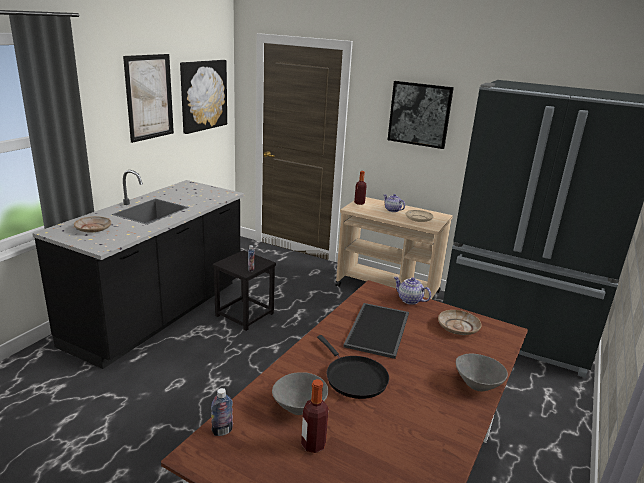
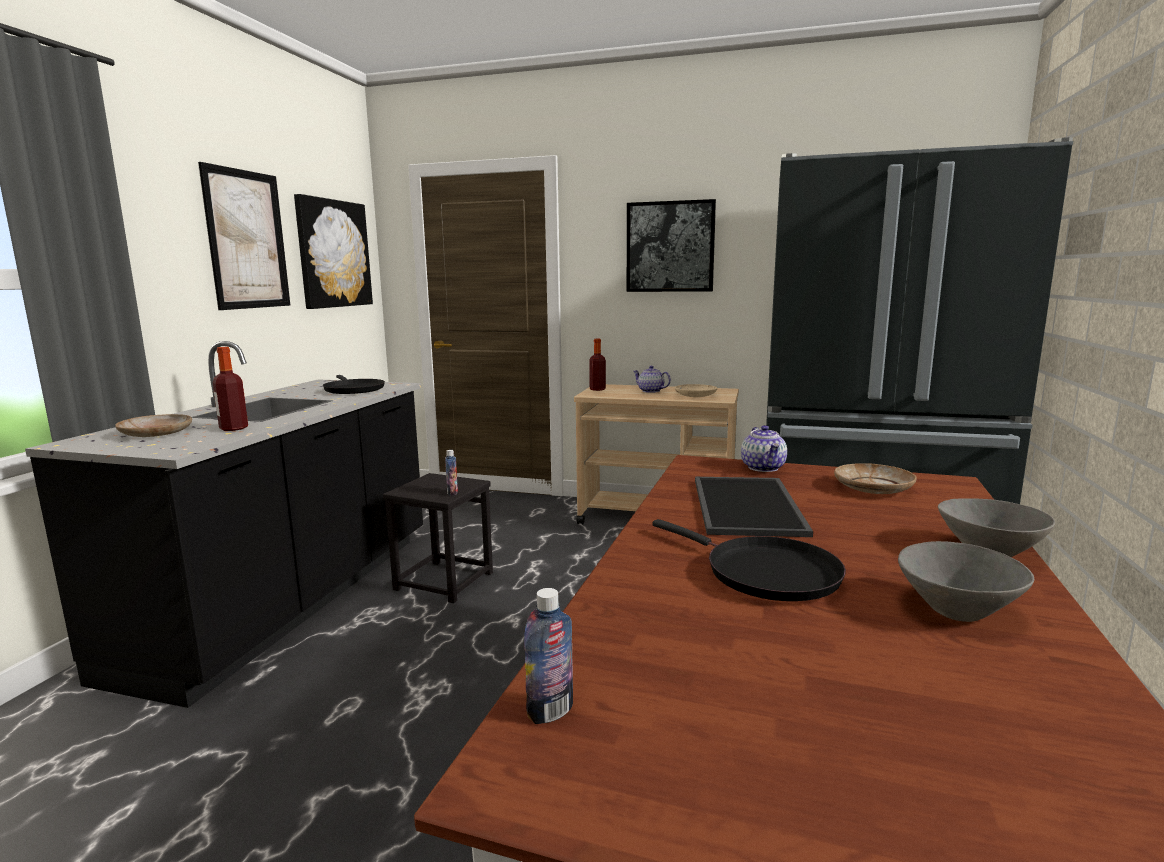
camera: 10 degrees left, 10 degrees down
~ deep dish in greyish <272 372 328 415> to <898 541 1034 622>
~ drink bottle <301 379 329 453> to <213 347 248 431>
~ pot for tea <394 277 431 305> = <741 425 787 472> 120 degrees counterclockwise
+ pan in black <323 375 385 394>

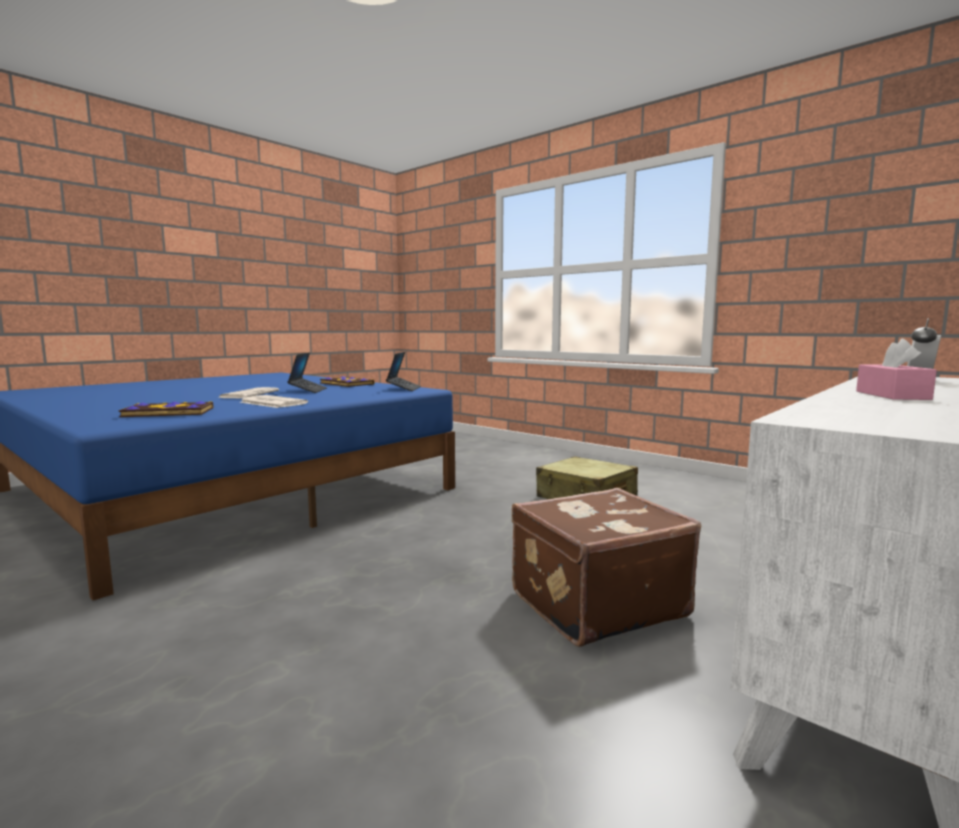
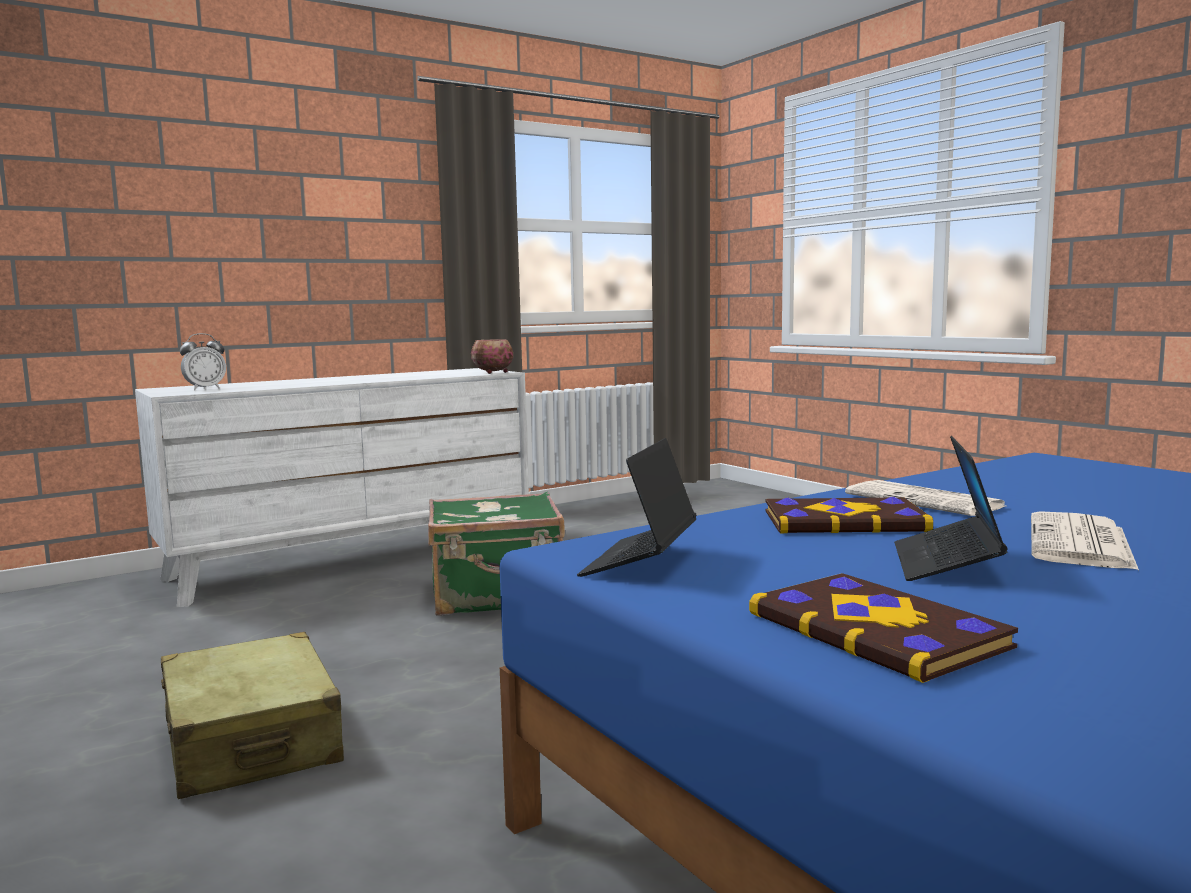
camera: 165 degrees left, 0 degrees up
~ bound book <119 401 213 417> to <765 496 933 533>
~ piece of luggage in brown <512 488 701 647> to piece of luggage in green-coloured <428 492 565 616>
- box of tissues in pinkish <856 339 937 400>
+ deep dish <471 340 513 374>

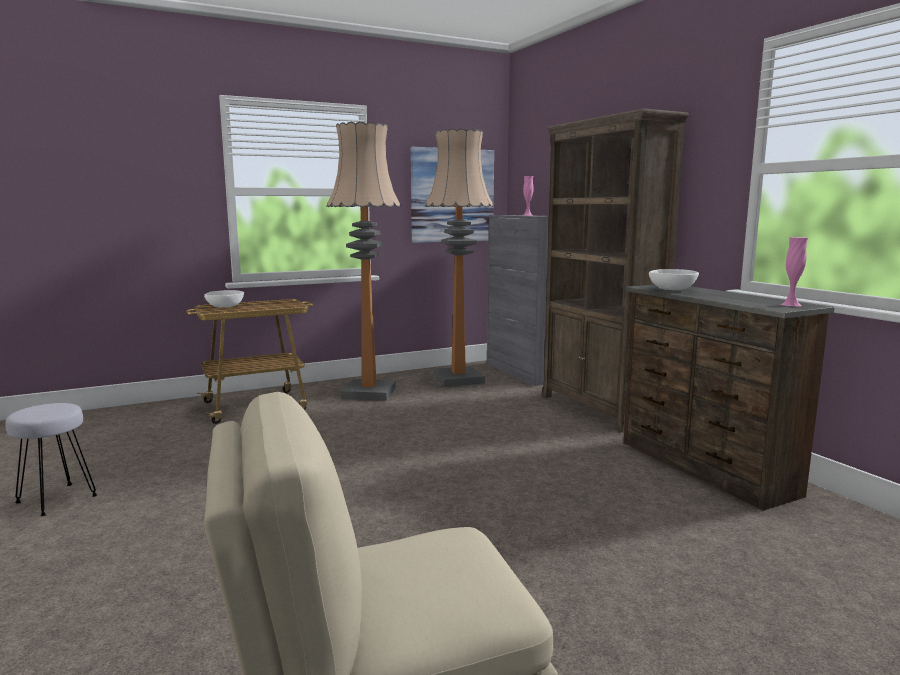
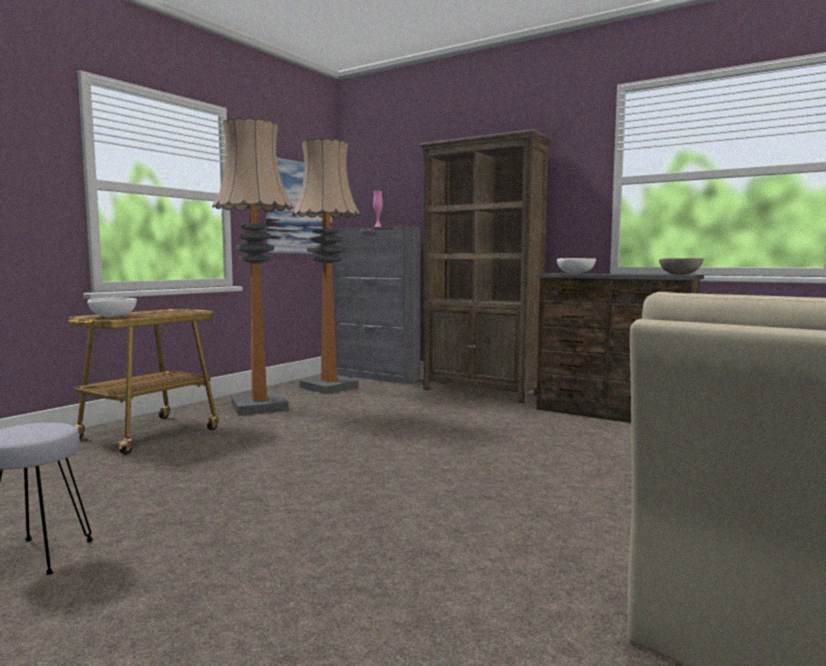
camera: 30 degrees left, 5 degrees down
~ decorative vase in pinkish <780 237 808 306> to deep dish in greyish <659 258 704 275>

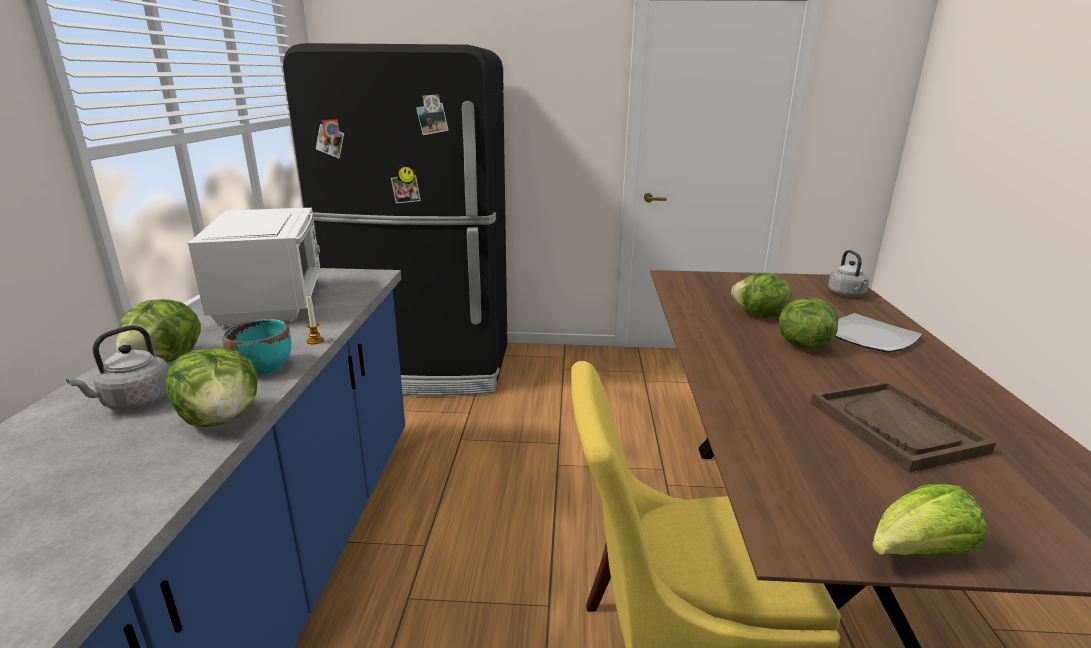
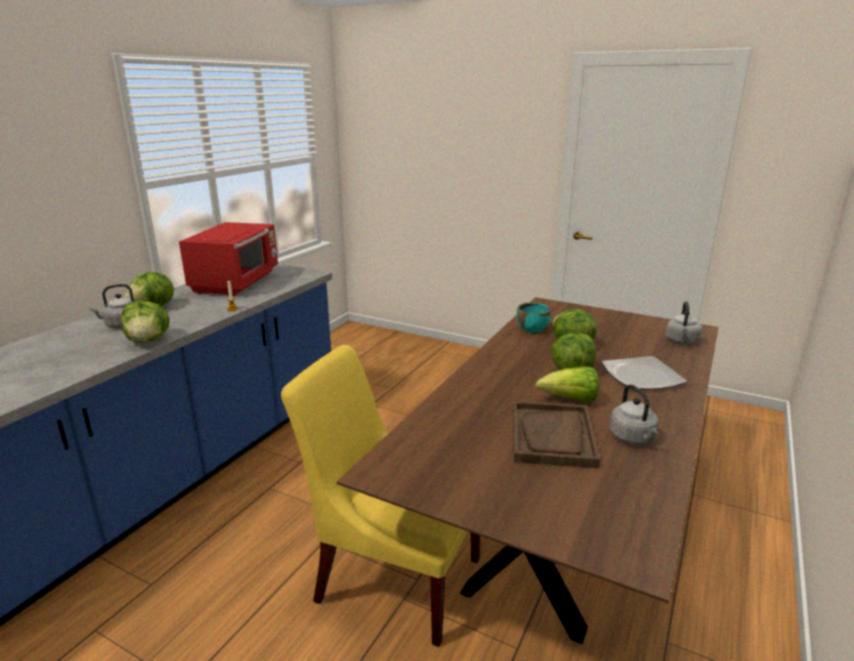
camera: 25 degrees right, 0 degrees up
~ microwave oven in white <188 208 320 326> to microwave oven in reddish <179 222 278 296>
~ deep dish in turquoise <222 319 291 375> to <517 302 551 333>
- refrigerator in black <283 43 507 395>
~ head of lettuce <872 484 987 555> to <536 366 599 403>
+ tea kettle in greyish <609 384 659 445>

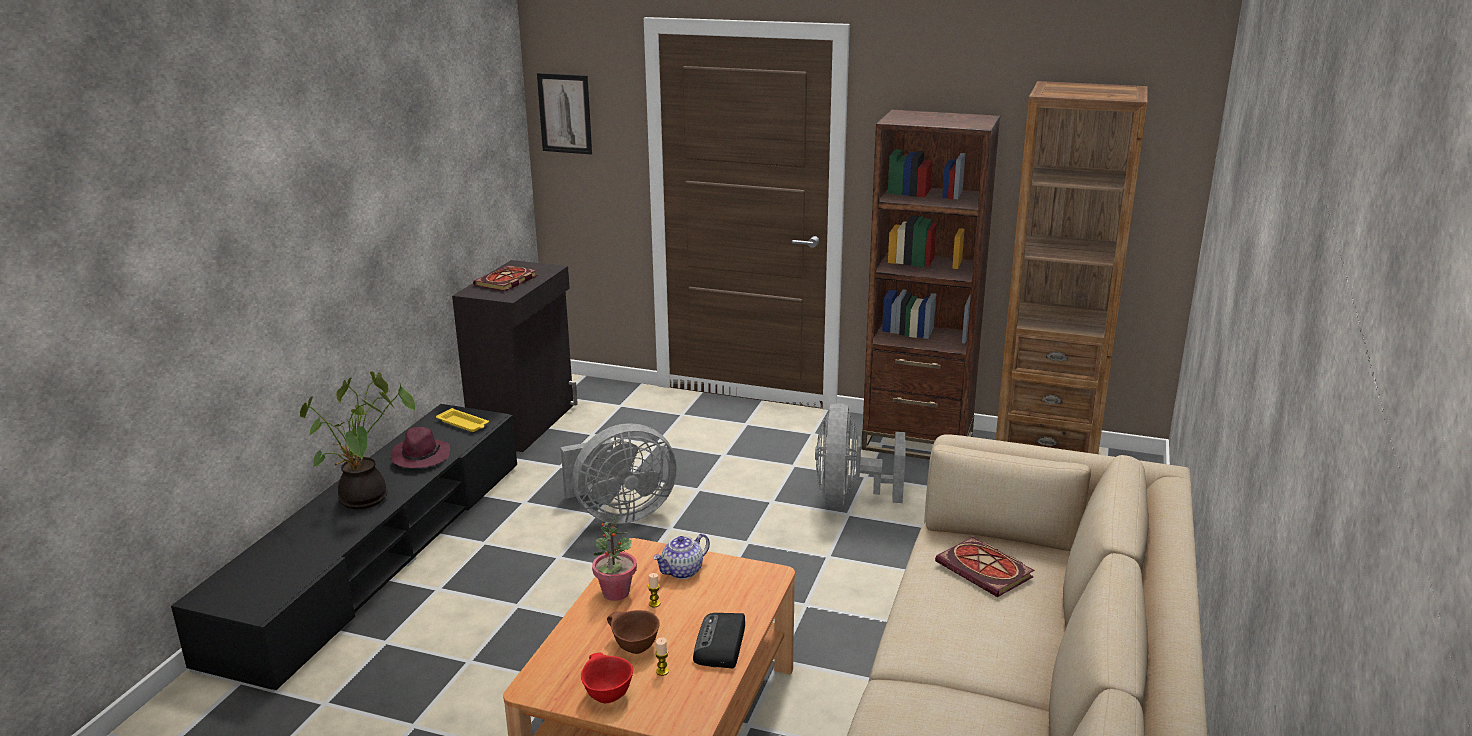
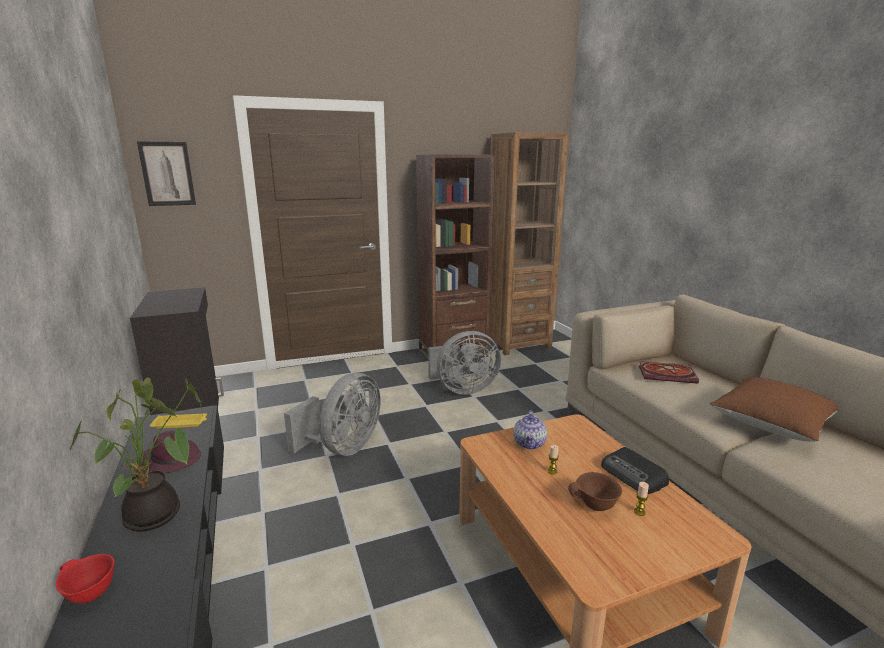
camera: 40 degrees left, 5 degrees down
- bound book <473 265 538 291>
~ deep dish in reddish <581 652 633 703> to <56 554 115 603>
- potted plant <592 514 637 601>
~ fan in greyish <815 403 905 507> = <428 331 501 395> 75 degrees counterclockwise
+ cushion in brown <710 377 838 442>

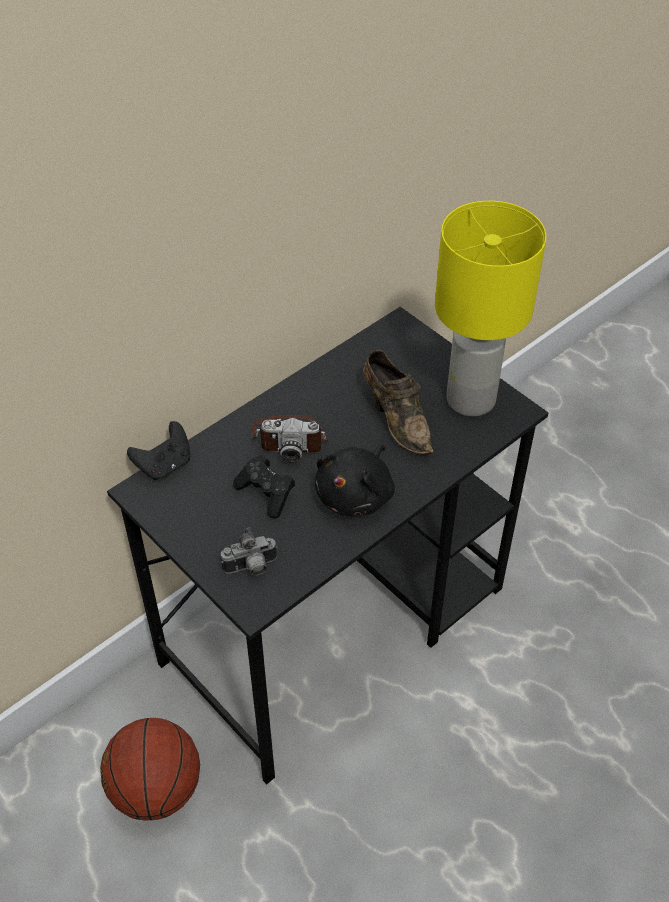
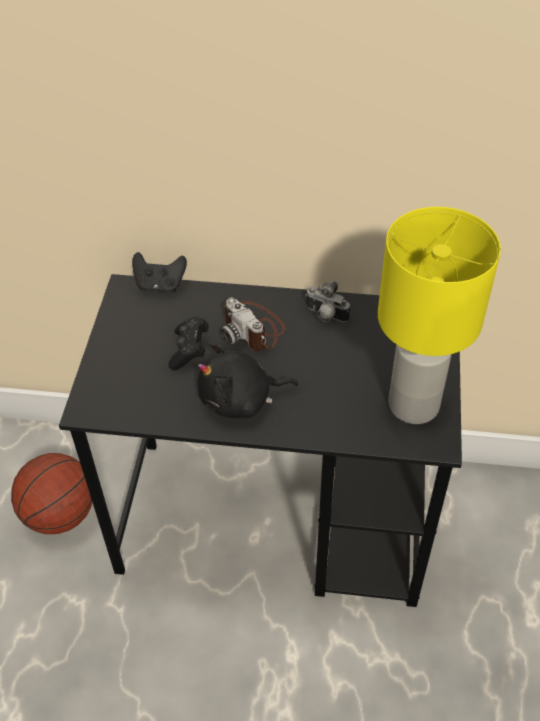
camera: 50 degrees right, 0 degrees up
~ photo camera <221 527 277 576> to <305 281 350 322>
- item of footwear in brown <363 350 433 455>

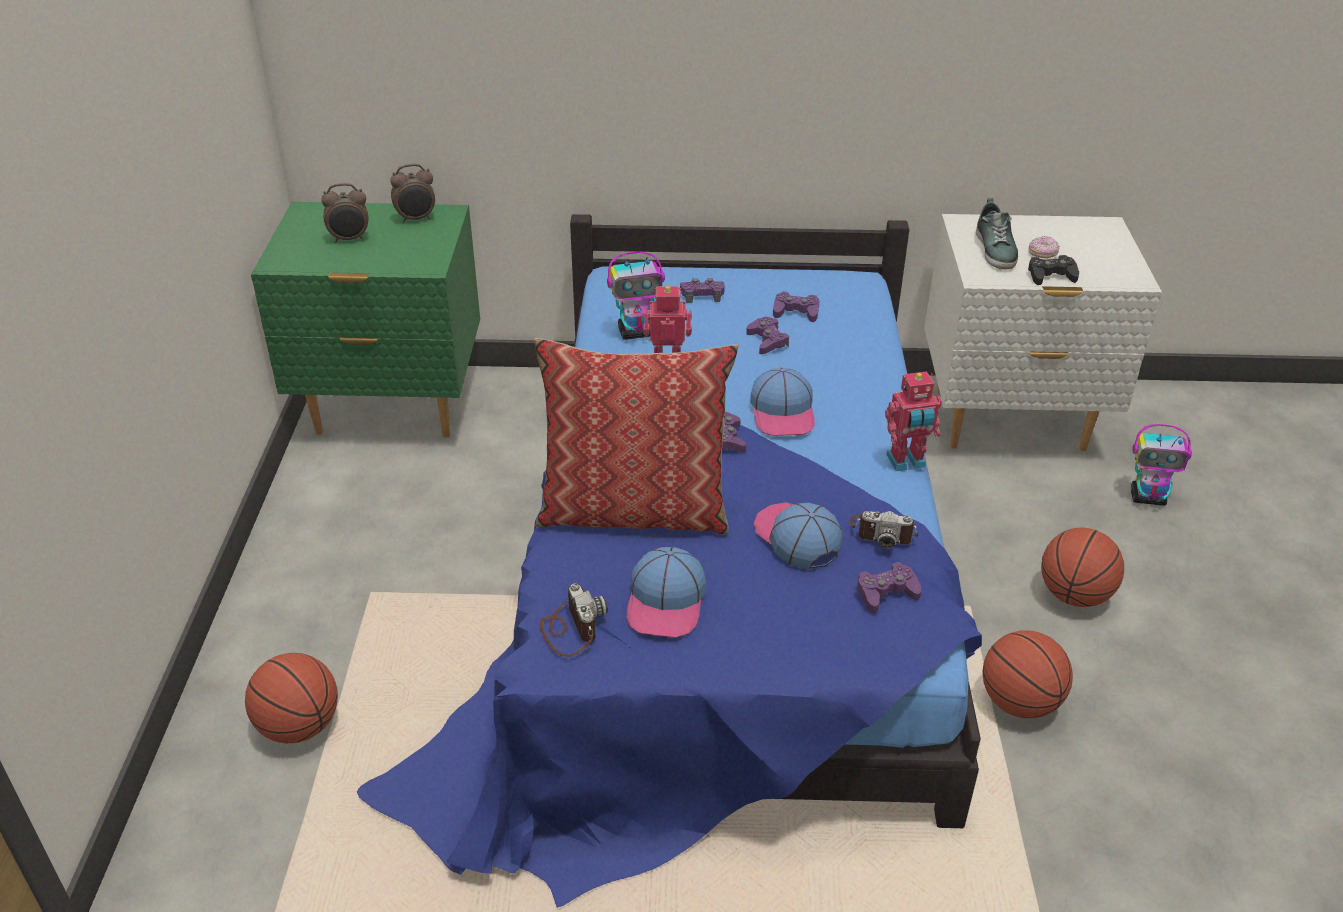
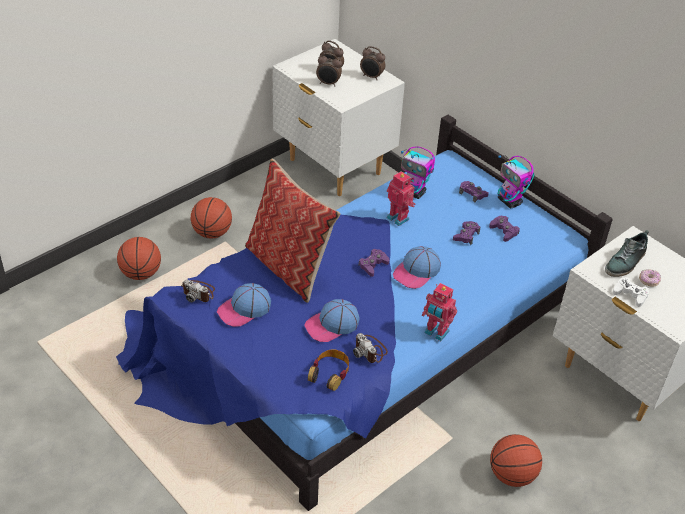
camera: 45 degrees right, 5 degrees up
~ night table in green-coloured <251 202 480 438> to night table in white <272 39 405 196>
~ photo camera <540 583 608 657> = <181 279 215 302> 90 degrees clockwise
~ peaked cap <754 502 843 569> = <304 299 360 342> 135 degrees counterclockwise
~ joypad in purple <857 562 921 613> to headphones <308 349 349 391>
~ ball for basketball <982 630 1073 719> to <191 197 232 239>
~ joypad in black <1028 255 1079 285> to joypad in white <613 277 649 307>
~ toy robot <1131 424 1192 506> to <498 155 534 208>
+ alarm clock <316 53 342 86>

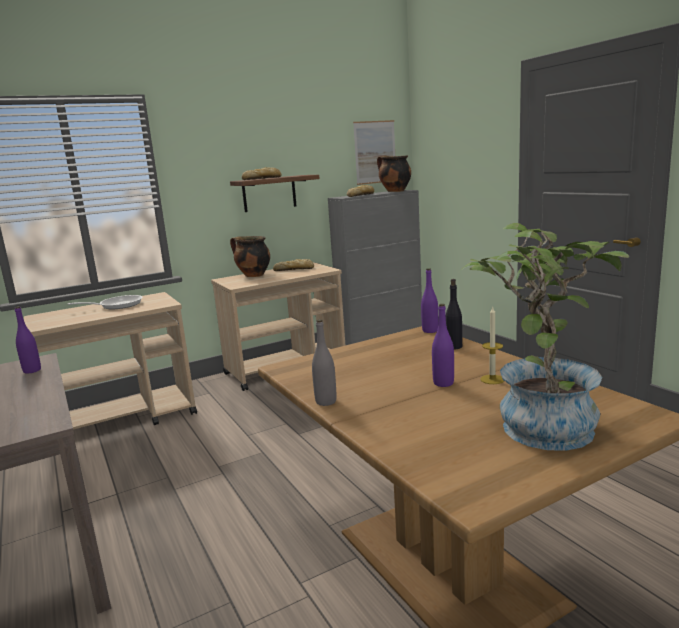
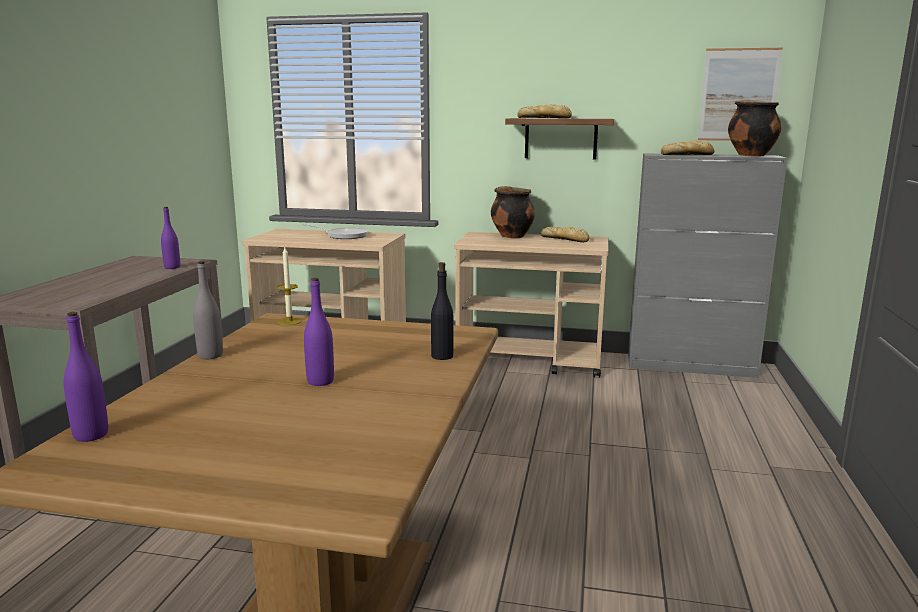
camera: 40 degrees right, 0 degrees up
~ drink bottle in purple <421 268 438 333> to <64 312 108 442>
- potted plant <460 223 629 451>
~ wax candle <480 307 504 384> to <277 247 302 325>

